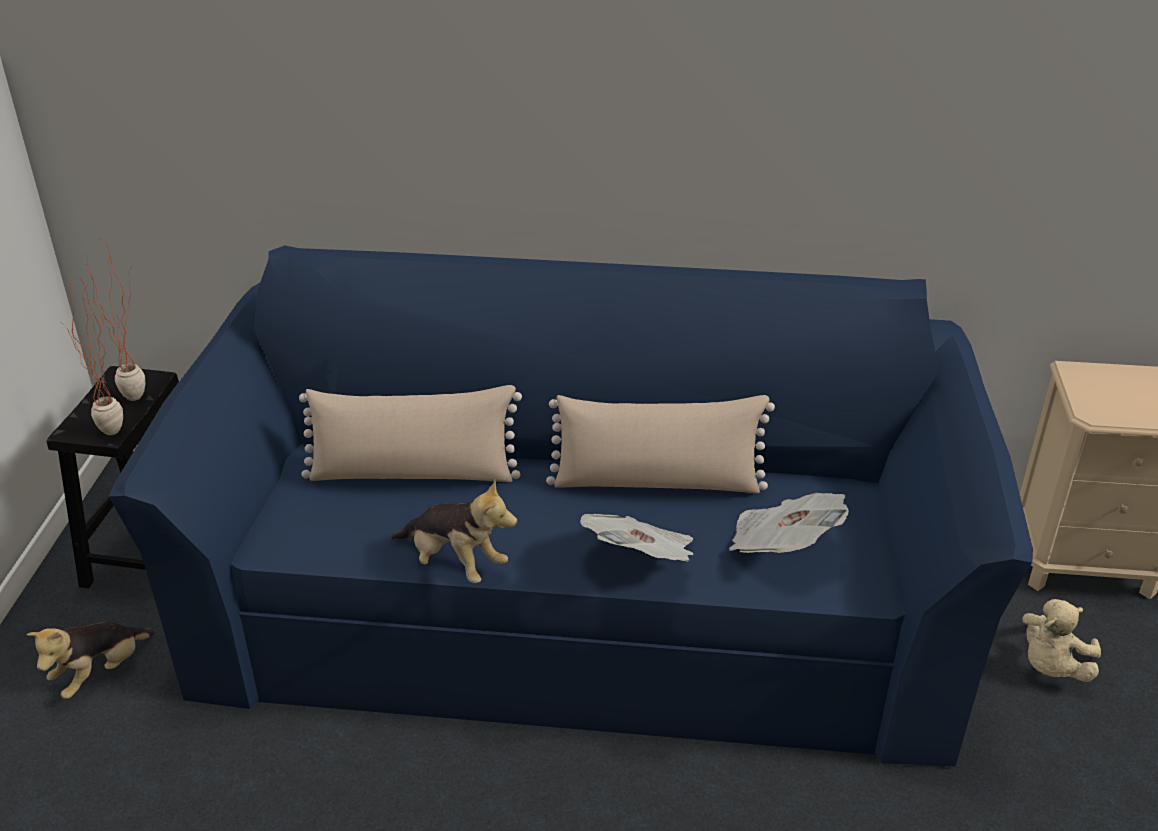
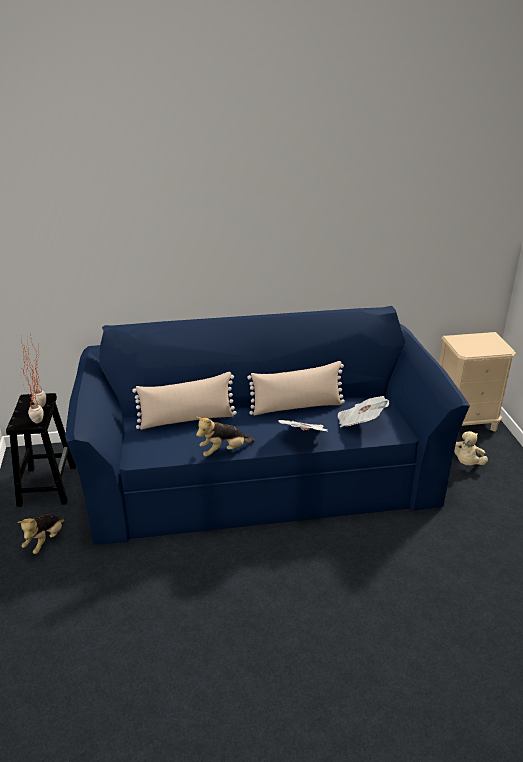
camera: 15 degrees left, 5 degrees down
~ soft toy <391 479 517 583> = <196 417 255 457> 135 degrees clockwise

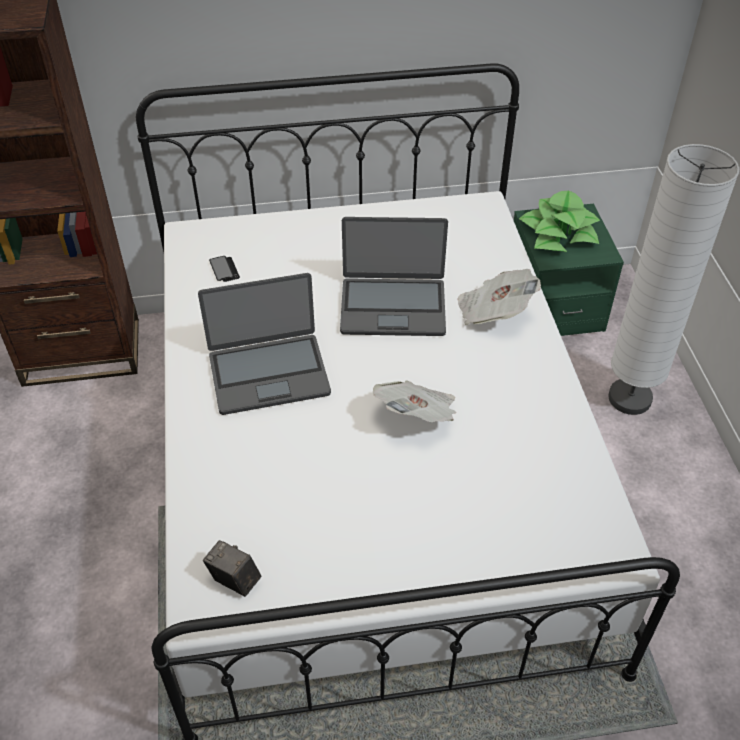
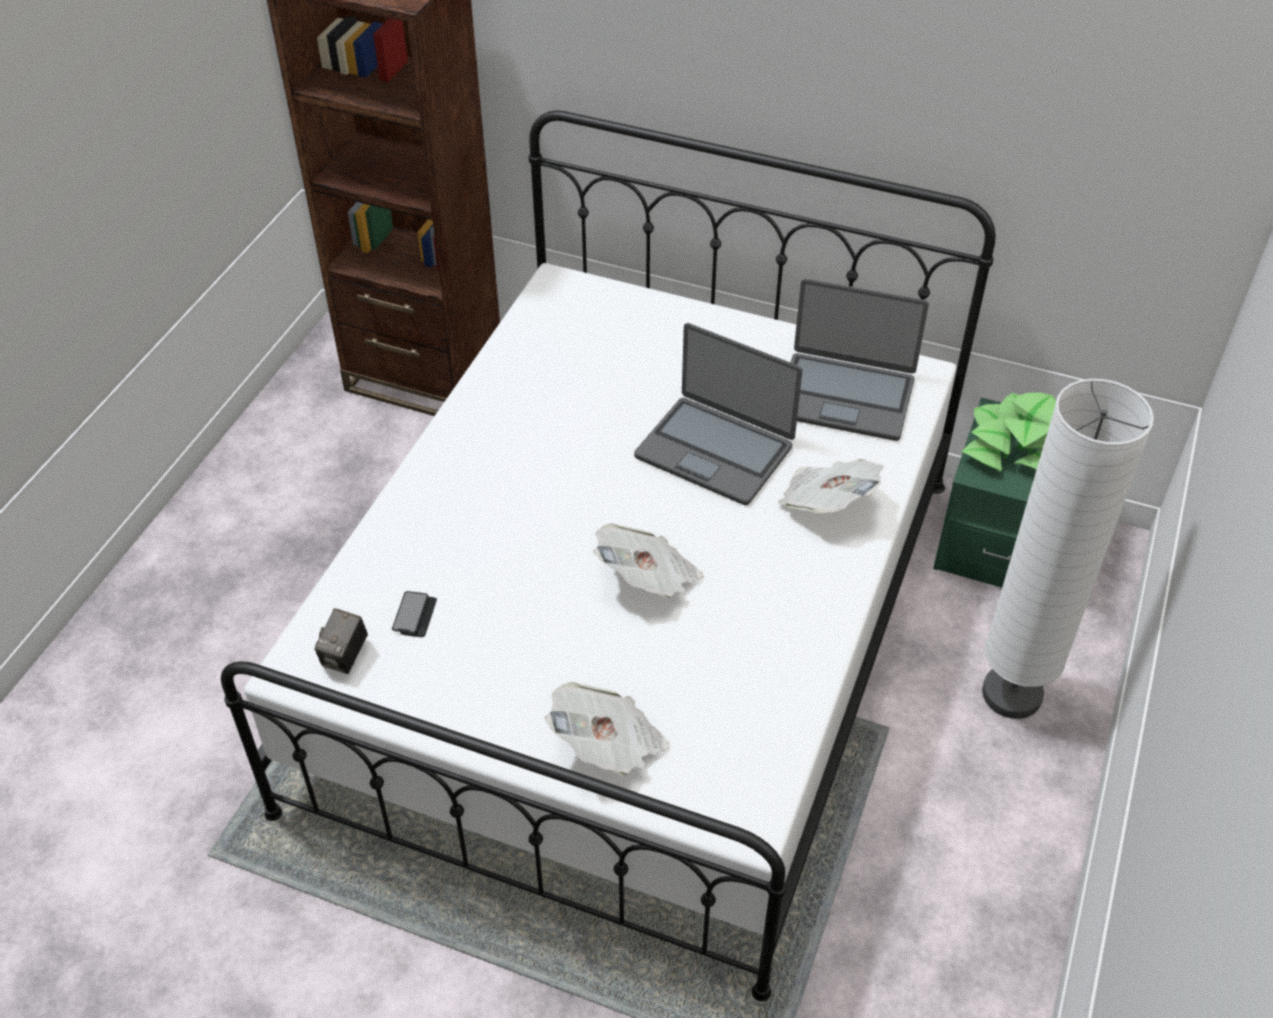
camera: 30 degrees right, 0 degrees up
~ notebook computer <198 273 331 415> to <791 279 929 441>
~ photo camera <203 540 262 597> = <315 608 368 674> 135 degrees counterclockwise
~ telephone <209 256 240 282> to <392 591 437 637>
+ printed paper <545 682 670 775>

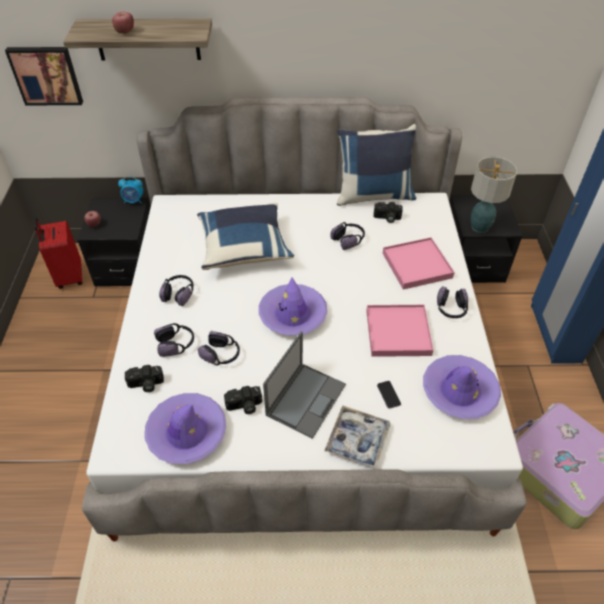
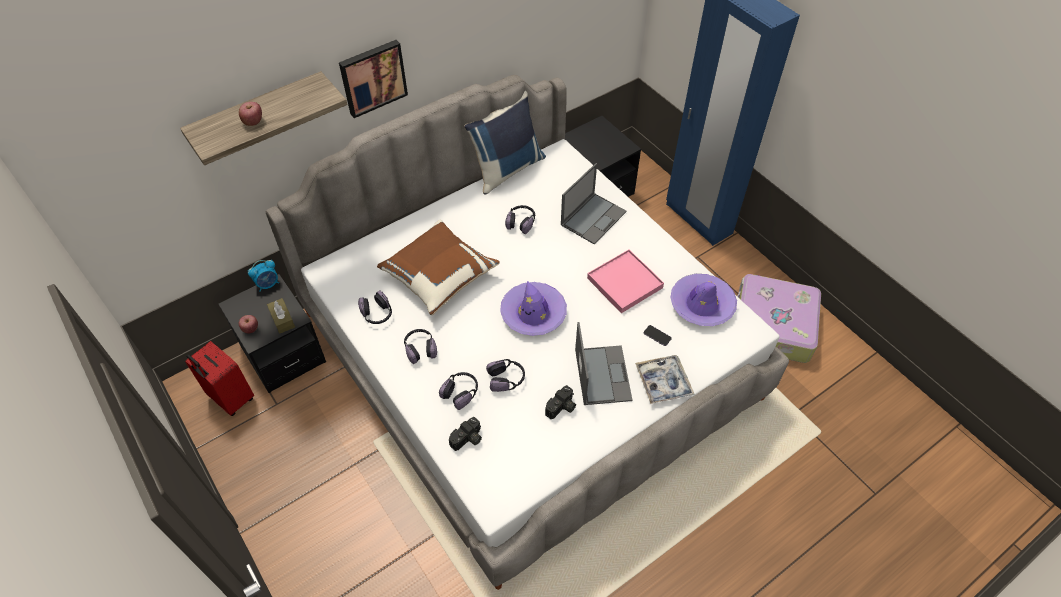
camera: 35 degrees left, 5 degrees up
~ wall art <5 47 83 106> to <339 40 408 118>
- hat in purple <145 393 226 464>
~ cushion in blue-coloured <197 203 294 270> to cushion in brown <377 220 500 315>
- photo camera <373 202 403 223>
~ serving tray in pinkish <383 237 455 290> to notebook computer <561 163 627 244>
~ headphones <437 286 468 318> to <358 291 392 324>
- table lamp <471 157 517 233>
+ box of tissues in brown <267 298 295 334>

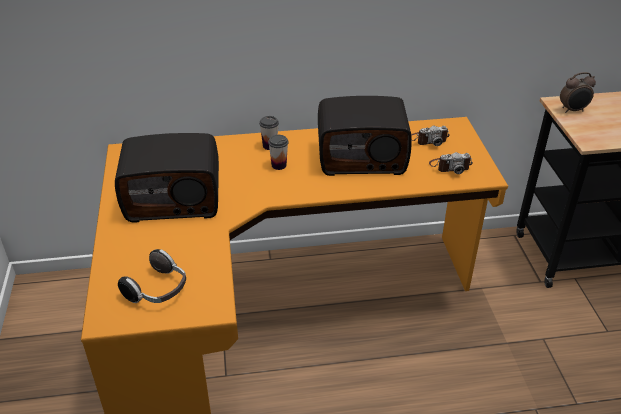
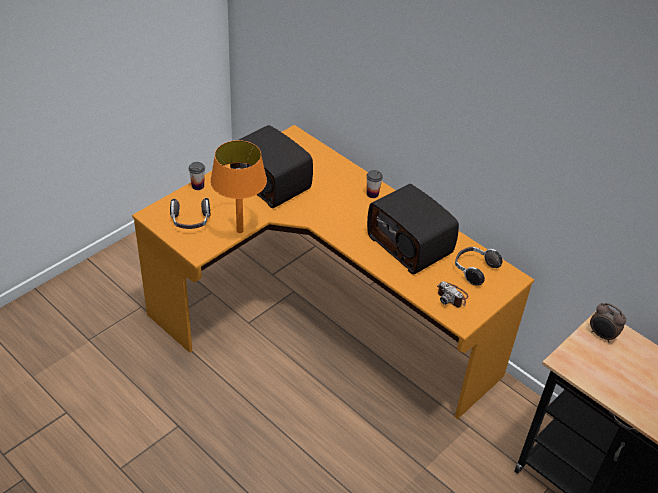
camera: 50 degrees right, 5 degrees up
~ drinking cup <268 135 288 170> to <189 162 205 190>
~ photo camera <411 125 450 146> to headphones <455 247 502 286>
+ table lamp in orangey <210 140 267 233>

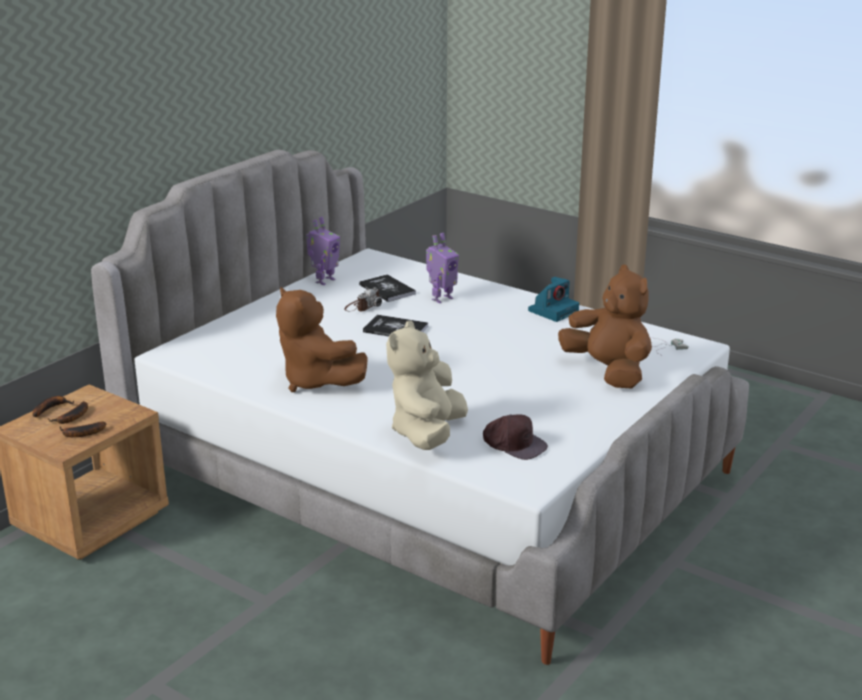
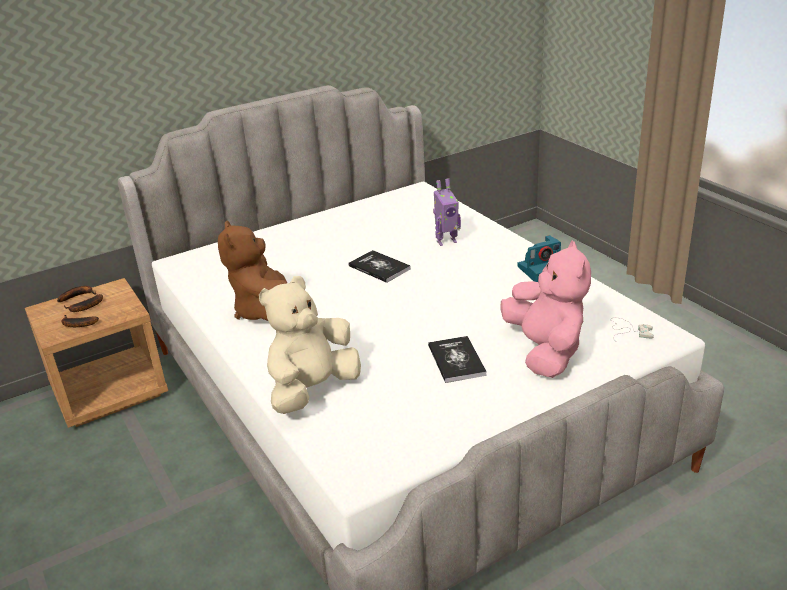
camera: 25 degrees right, 5 degrees up
- toy robot <306 217 340 285>
- photo camera <344 287 382 311>
~ bound book <359 274 416 302> to <428 336 487 383>
- peaked cap in brown <483 414 548 460>
~ soft toy in brown <558 265 652 388> to soft toy in pinkish <500 241 591 378>

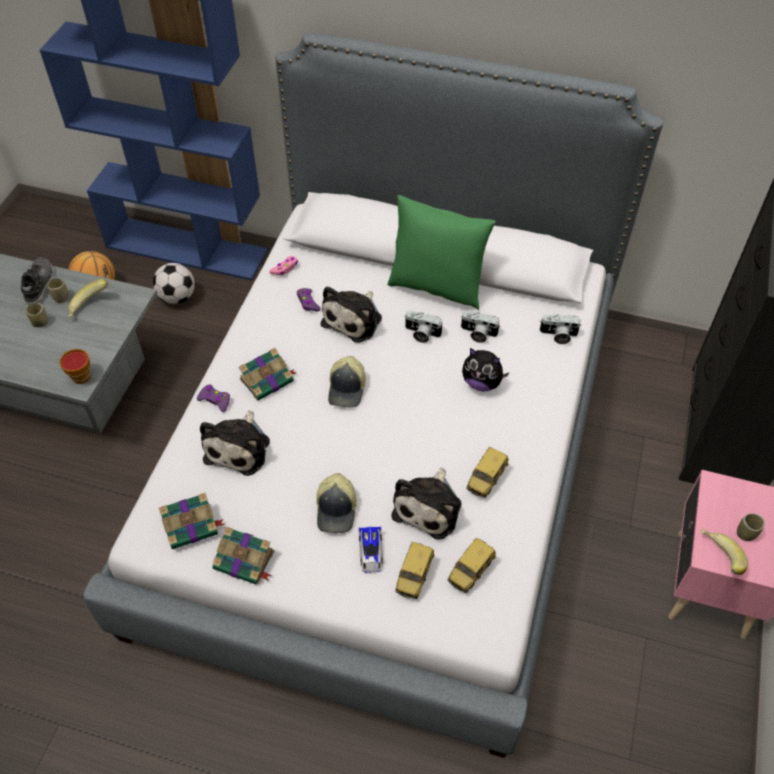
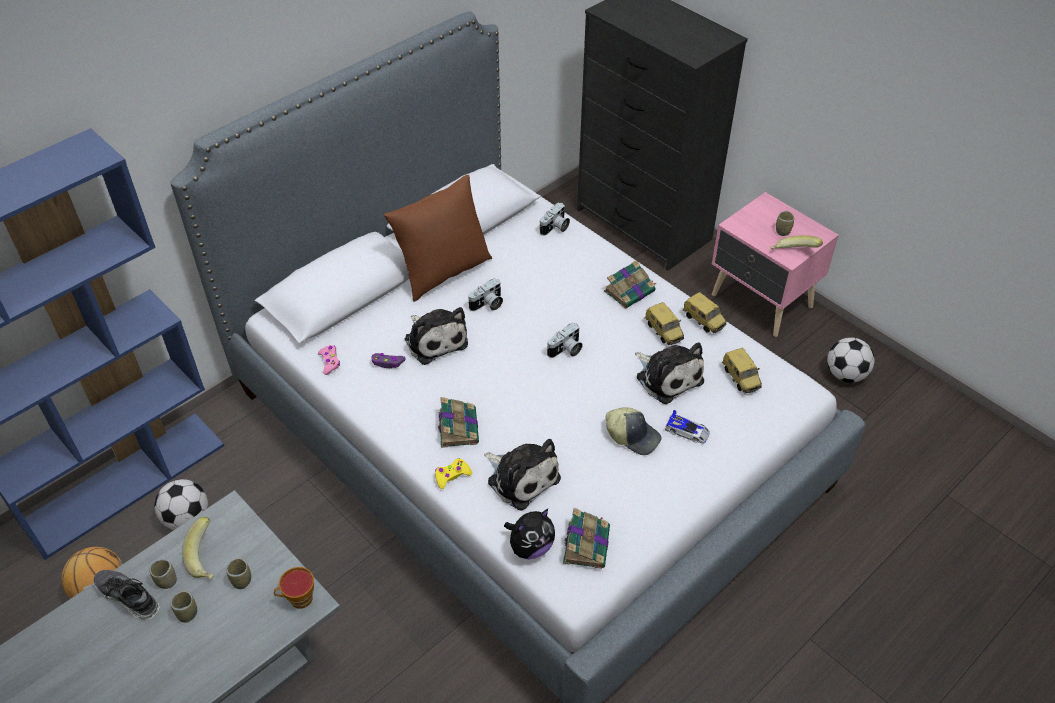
camera: 60 degrees left, 5 degrees down
~ joypad in purple <197 384 230 412> to joypad in yellowish <435 458 472 489>
~ bound book <212 526 275 585> to <604 260 657 308>
- peaked cap <328 356 366 408>
~ cushion in green-coloured <387 195 496 310> to cushion in brown <384 175 492 302>
~ model car <395 542 435 599> to <683 292 726 333>
~ photo camera <461 311 501 343> to <547 323 583 358>
~ soft toy <462 348 510 392> to <504 509 555 559>
+ drinking cup <227 558 251 589>
+ football <827 337 875 383>

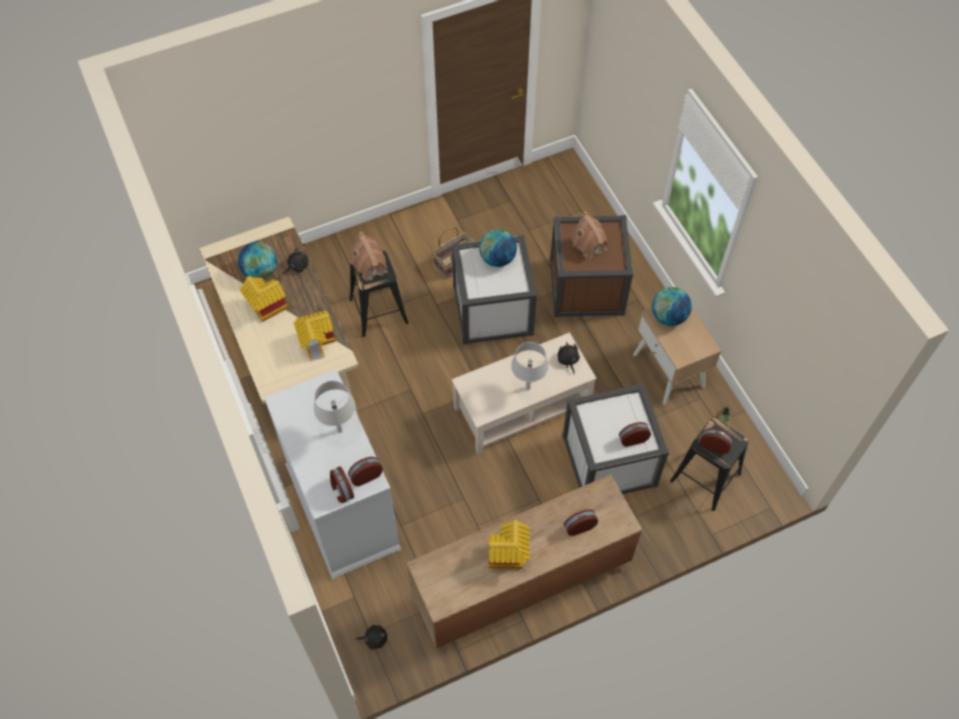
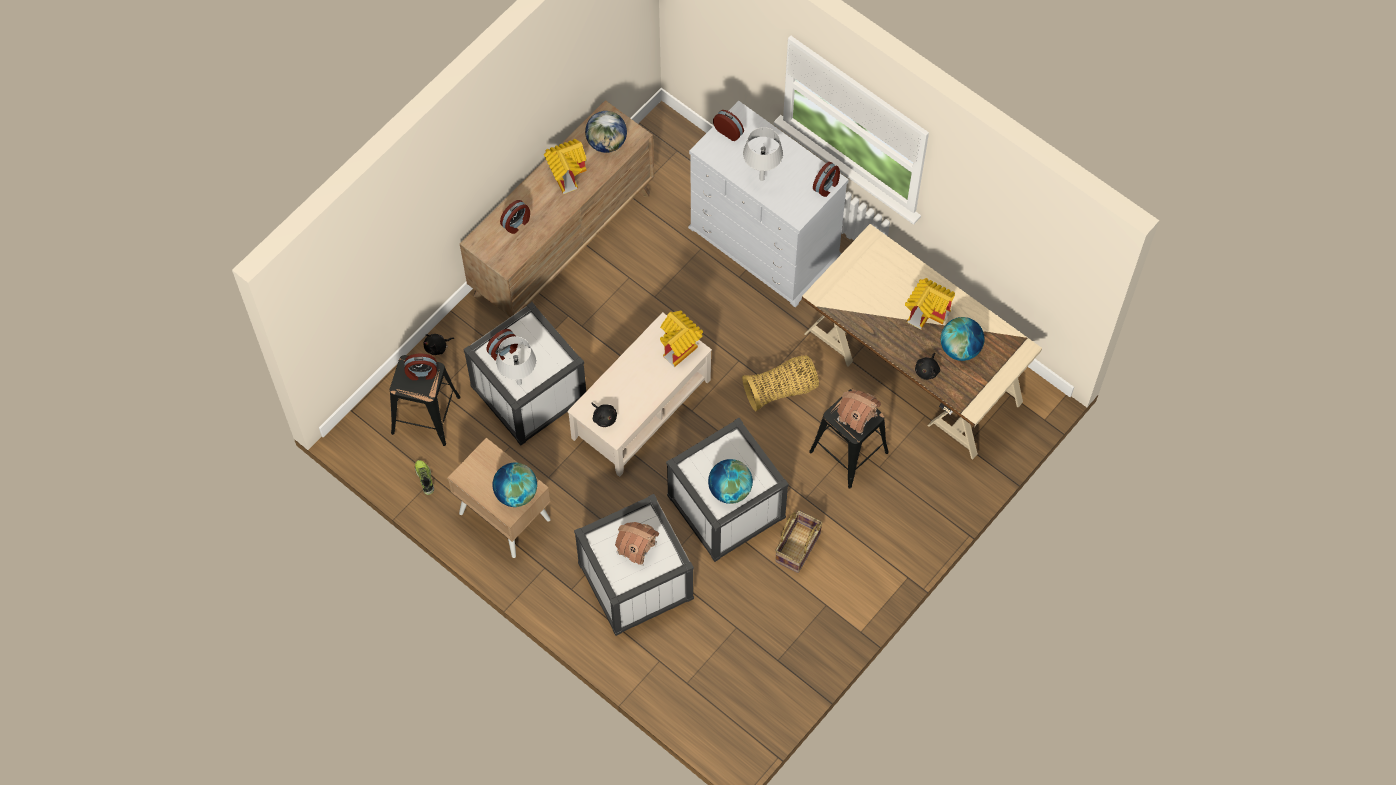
camera: 155 degrees right, 5 degrees up
~ toy house <293 310 336 362> to <660 310 703 367>
~ alarm clock <348 457 383 486> to <813 162 840 197>
~ soft toy in black <356 625 387 650> to <424 334 454 355>
~ table lamp in greyish <511 342 549 390> to <496 336 536 385>
~ storage container in brown <550 215 633 317> to storage container in white <574 494 694 636>
+ desk globe <585 111 627 153>
+ household basket <742 355 819 411>

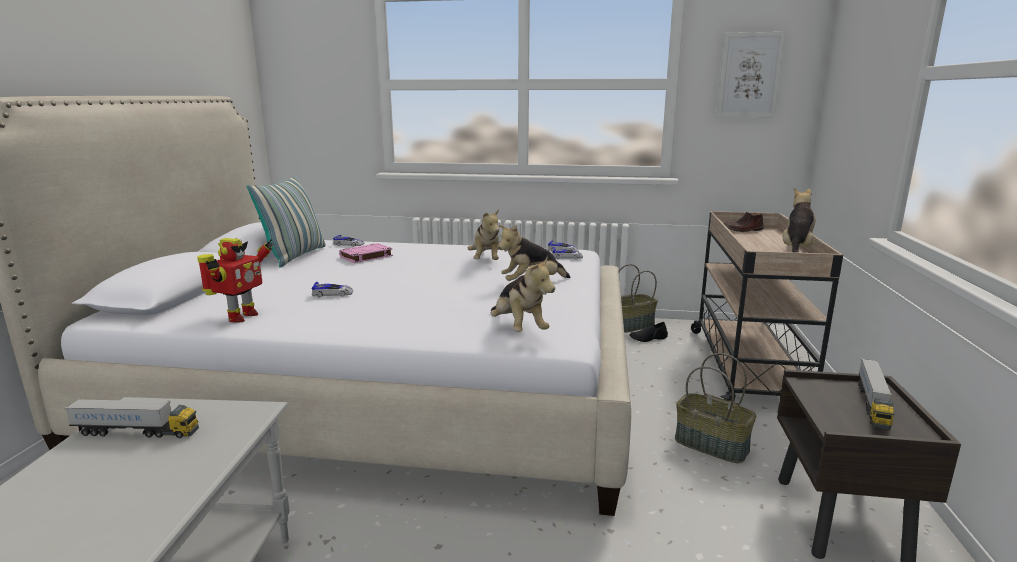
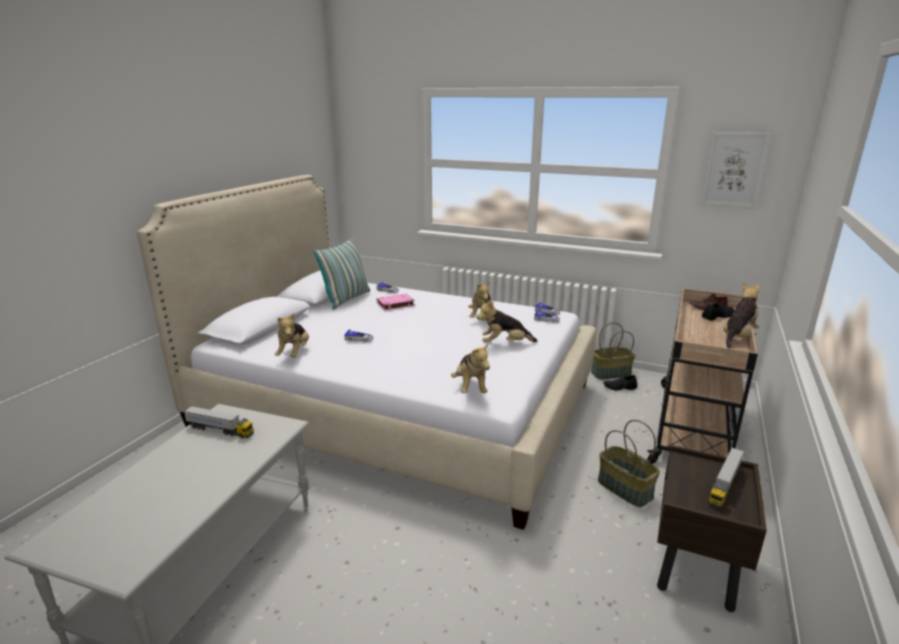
camera: 15 degrees right, 5 degrees up
~ toy robot <197 238 273 323> to soft toy <275 313 309 358>
+ item of footwear in black <702 303 735 320>

